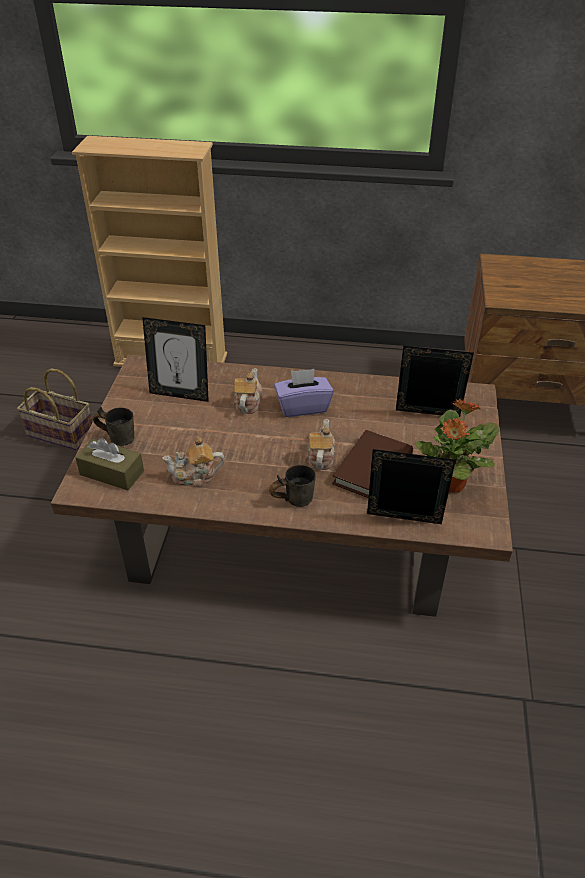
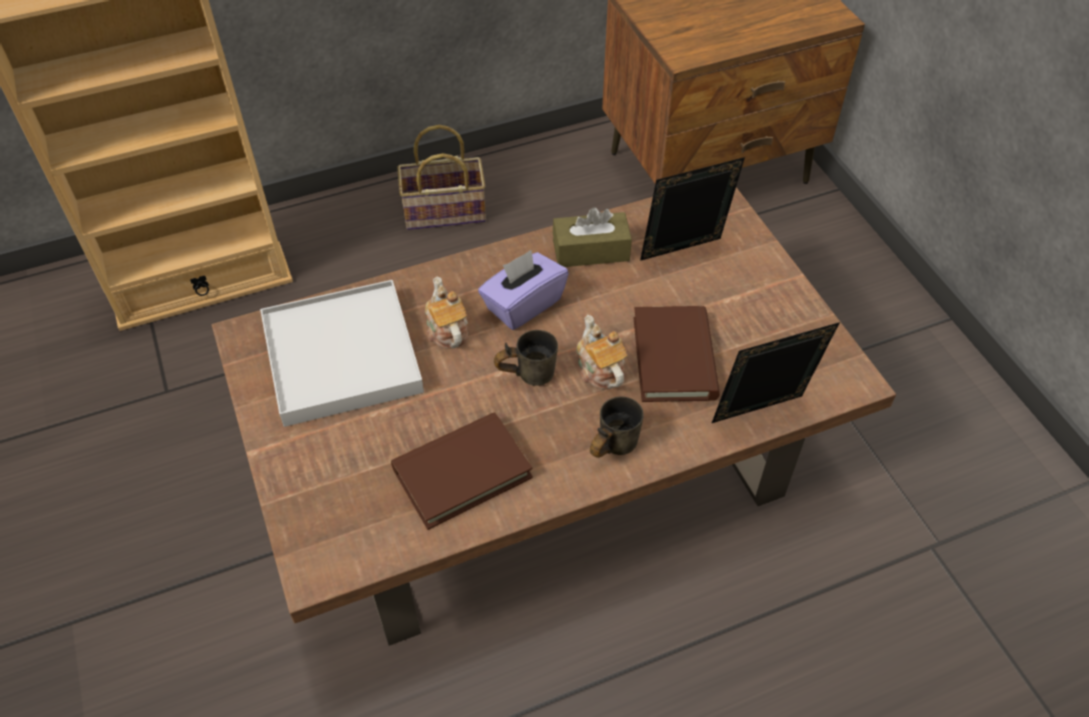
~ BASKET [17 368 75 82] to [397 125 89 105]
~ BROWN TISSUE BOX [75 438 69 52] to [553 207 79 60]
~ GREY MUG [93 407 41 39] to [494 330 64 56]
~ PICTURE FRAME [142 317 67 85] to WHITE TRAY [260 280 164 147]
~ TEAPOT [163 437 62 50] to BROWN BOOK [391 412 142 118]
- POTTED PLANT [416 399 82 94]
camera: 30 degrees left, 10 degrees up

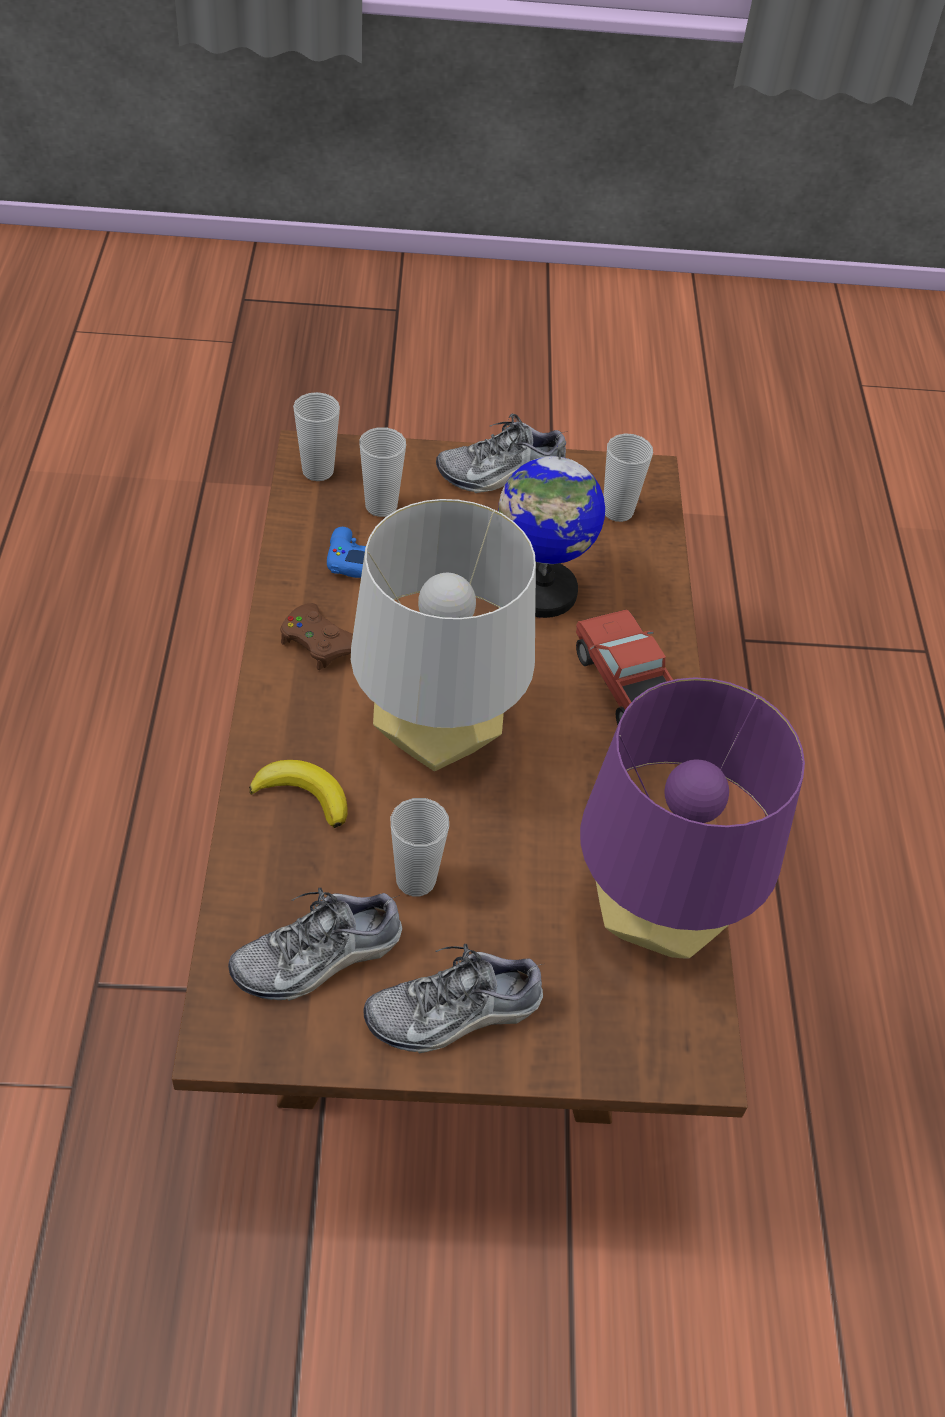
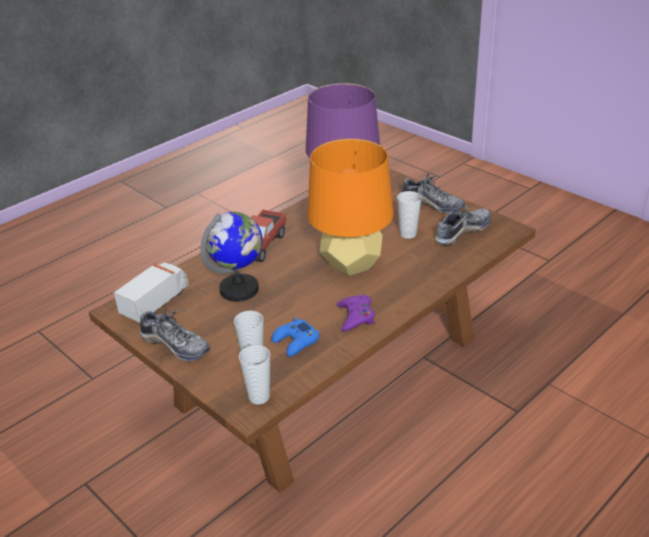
~ SHOE [228 888 174 113] = [435 201 56 44] 60 degrees counterclockwise
- BANANA [249 760 99 68]
~ BROWN GAME CONTROLLER [280 603 73 67] to PURPLE GAME CONTROLLER [337 295 38 36]
~ GREY TABLE LAMP [351 499 185 272] to ORANGE TABLE LAMP [307 139 87 137]
~ CUP [603 433 50 89] to TOY TRUCK [114 263 75 60]
camera: 130 degrees left, 15 degrees down

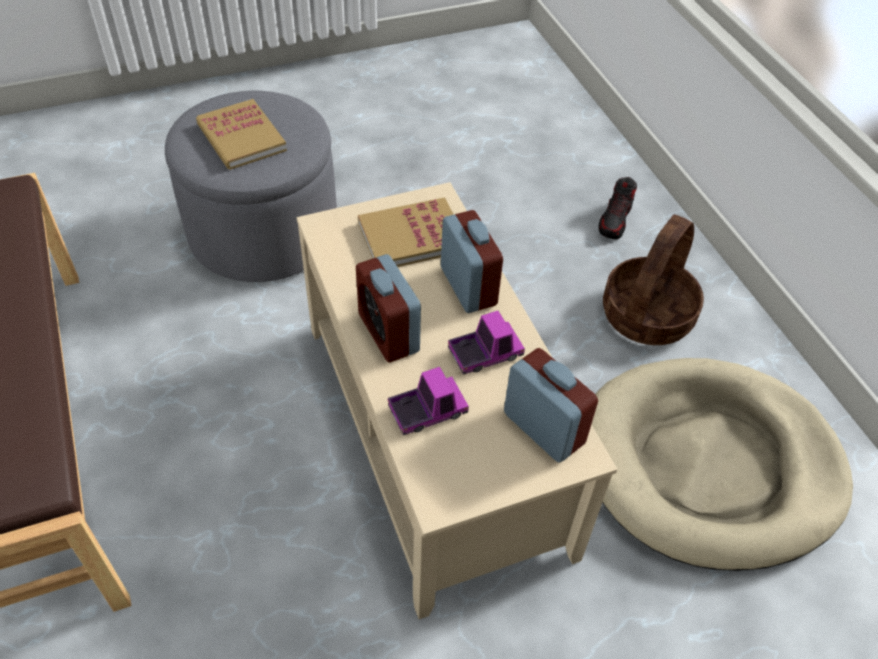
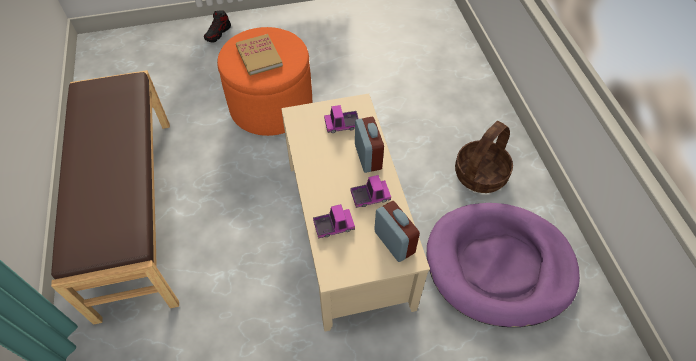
~ GREY OTTOMAN [165 90 172 192] to ORANGE OTTOMAN [217 27 95 109]
- ALARM CLOCK [356 254 65 109]
~ BOOK [358 197 96 70] to TOY TRUCK [324 105 34 28]
~ BEIGE DOG BED [591 358 262 213] to PURPLE DOG BED [427 203 153 124]
~ SHOE [598 177 39 63] to [204 10 27 33]
camera: 10 degrees right, 5 degrees up

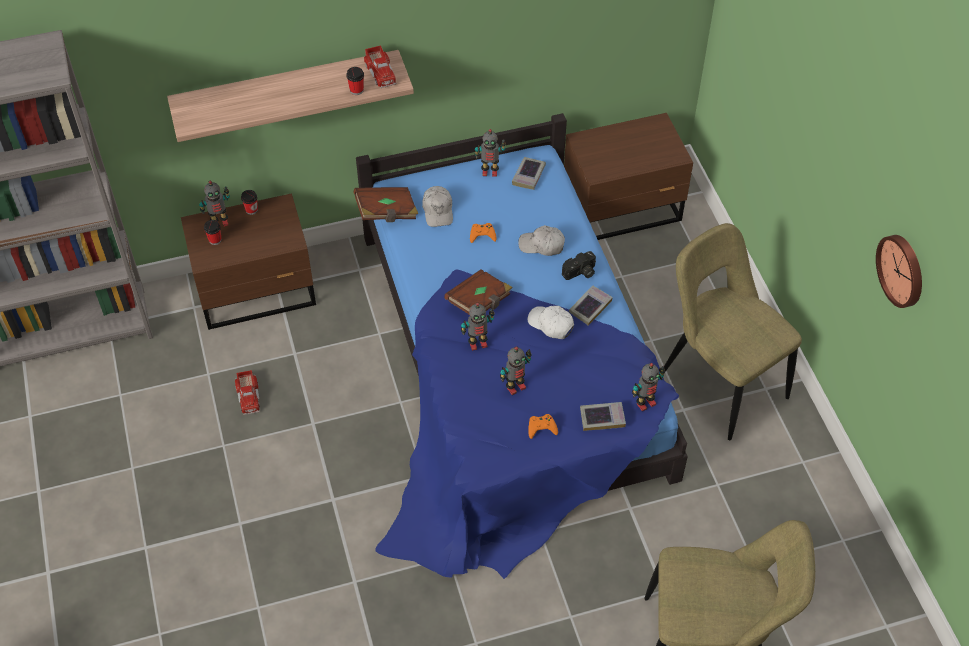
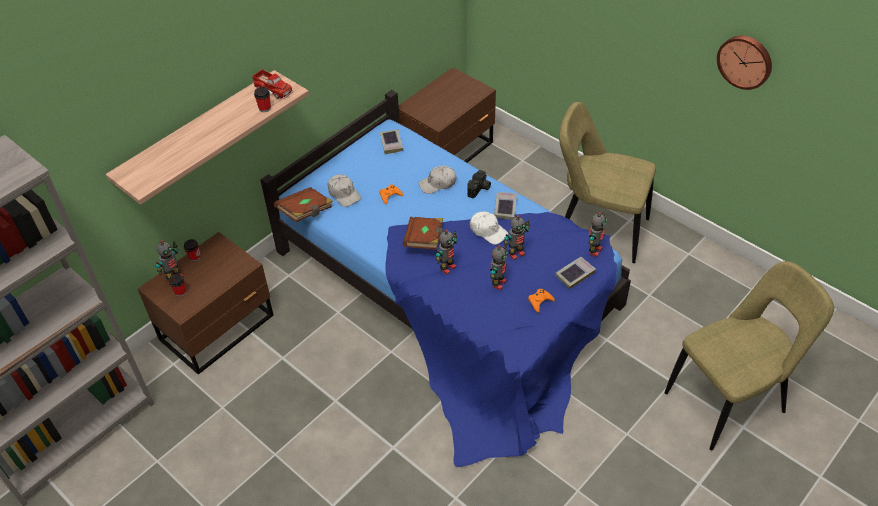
- TOY TRUCK [235 370 25 45]
~ TOY ROBOT [475 129 31 48] to [504 215 26 45]
~ WHITE CAP [527 306 47 33] = [470 211 38 34] 150 degrees counterclockwise
camera: 30 degrees left, 5 degrees down

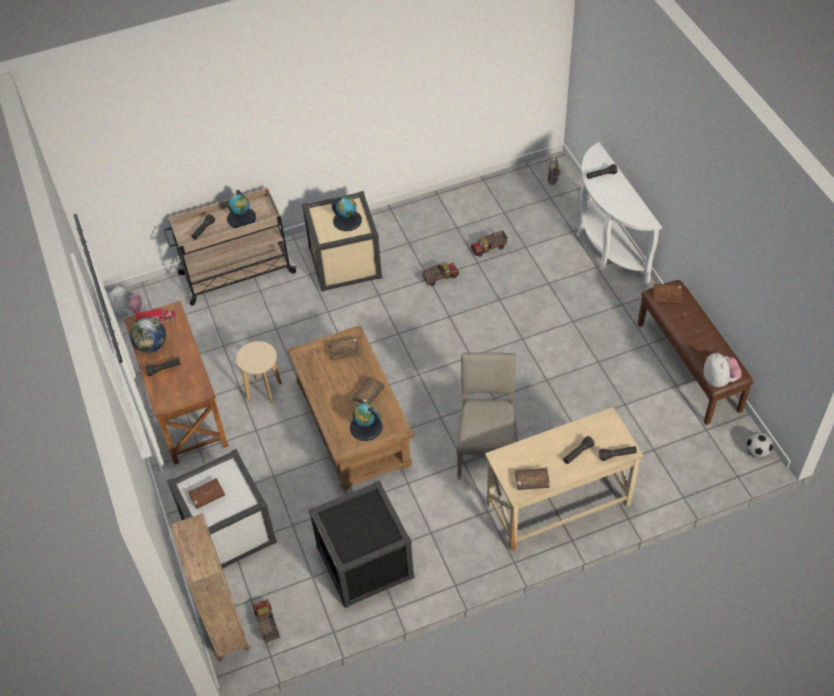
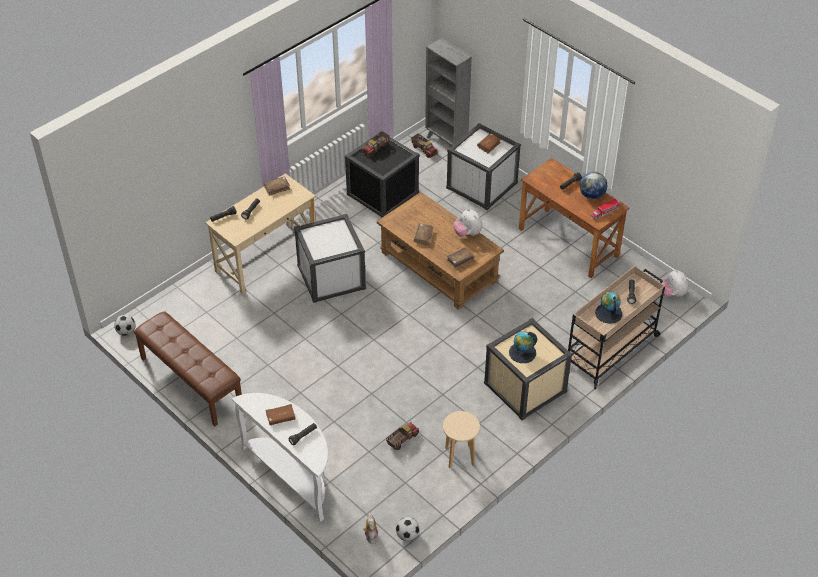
~ BROWN BOOKCASE [170 513 81 149] to GREY BOOKCASE [425 38 47 109]
~ BEIGE STOOL [236 341 46 64] to [443 411 37 57]
- GLOBE [350 403 33 38]
~ TOY TRUCK [421 263 38 23] to [362 131 28 26]
~ BEIGE CHAIR [456 352 62 128] to WHITE STORAGE BOX [294 214 72 89]
~ BROWN BOOK [653 284 29 19] to [265 404 30 21]
~ PLUSH TOY [704 353 38 35] to [453 209 29 28]
+ FOOTBALL [396 517 24 24]
camera: 155 degrees right, 5 degrees down

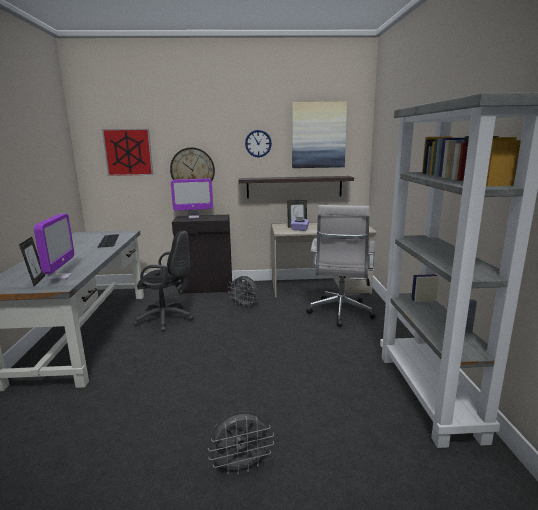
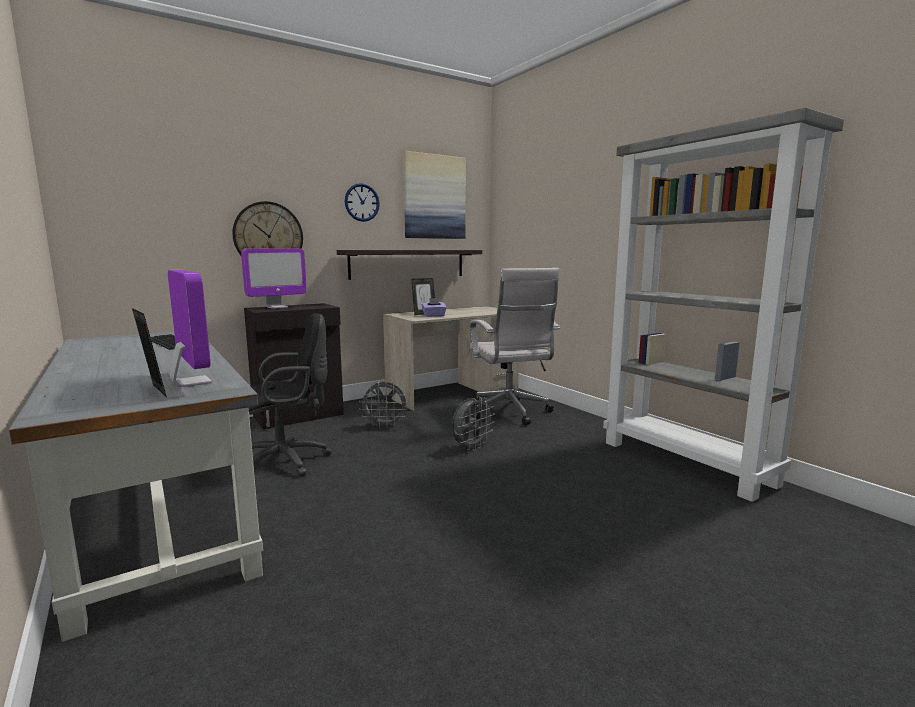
- PICTURE [102 129 51 47]
~ GREY FAN [208 411 66 64] to [452 397 43 54]
camera: 30 degrees left, 5 degrees down

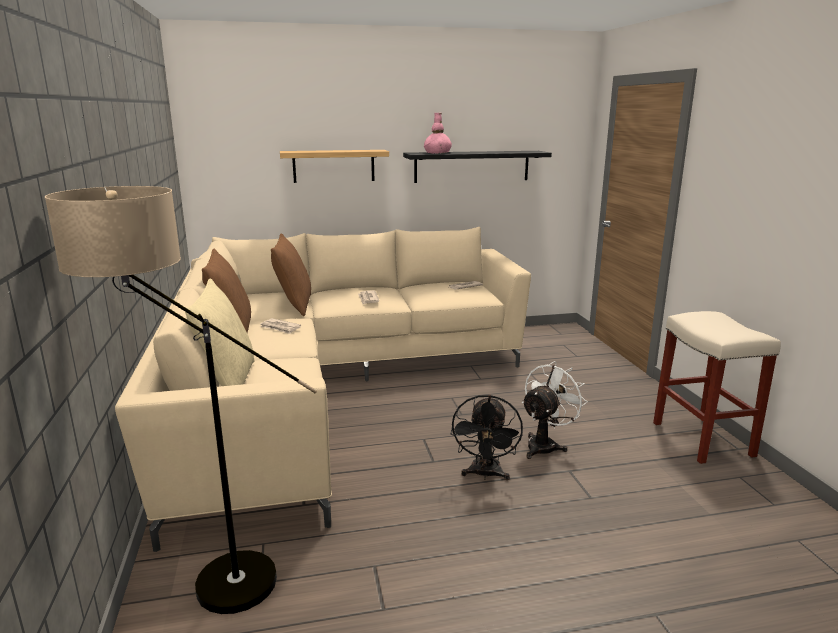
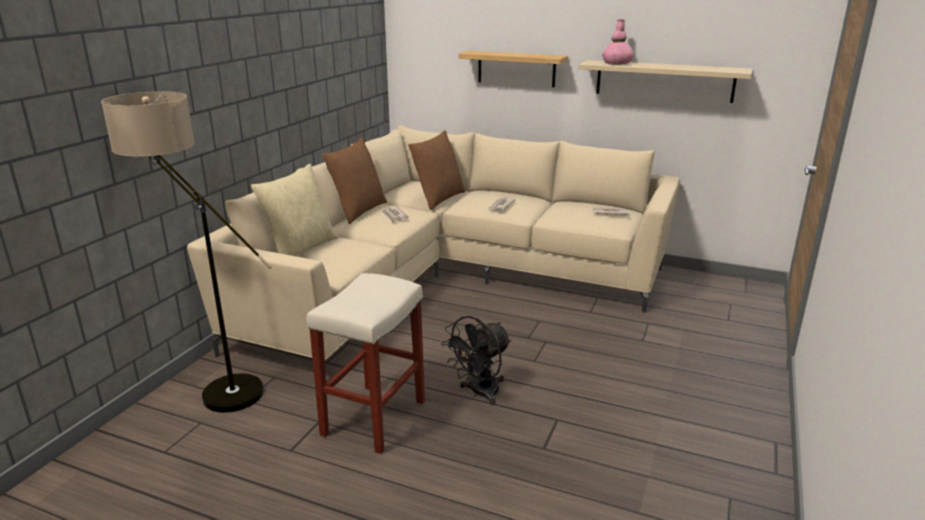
~ BLACK SHELF [403 151 149 32] to BEIGE SHELF [579 60 173 43]
- WHITE FAN [522 361 65 98]
~ BEIGE STOOL [653 311 128 153] to [307 273 118 181]
camera: 35 degrees right, 5 degrees up

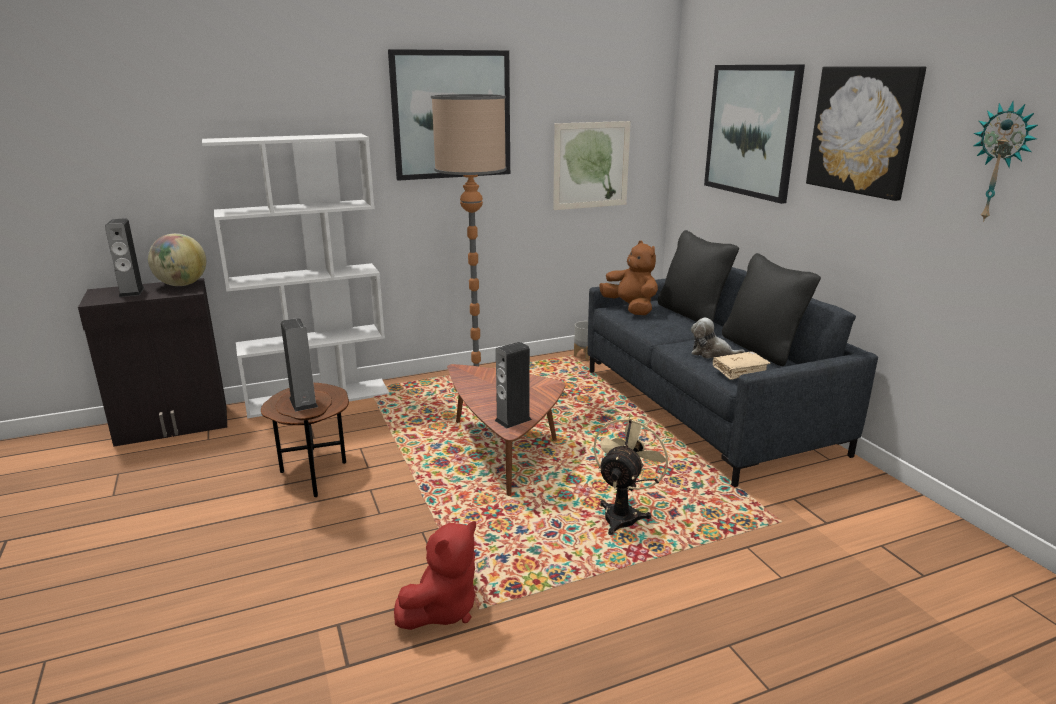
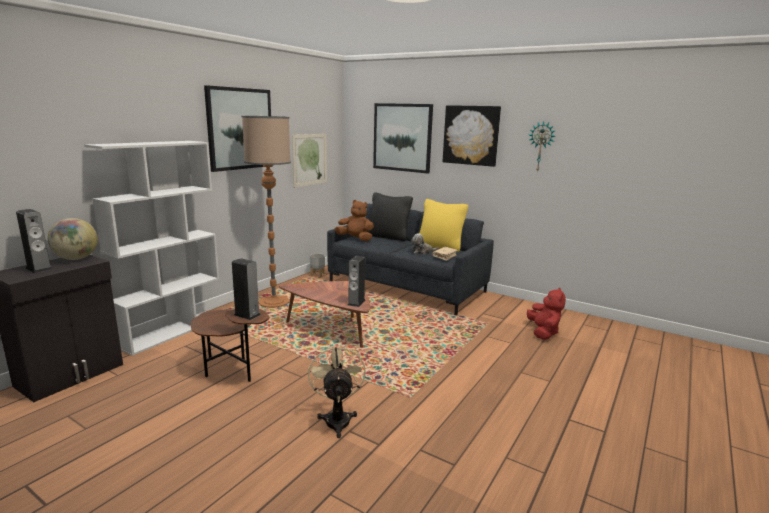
~ RED PLUSH TOY [394 521 82 109] to [527 287 39 53]
~ BEIGE FAN [593 413 79 122] to [308 343 58 95]
~ BLACK PILLOW [722 253 99 113] to YELLOW PILLOW [419 199 49 53]
camera: 35 degrees left, 5 degrees down

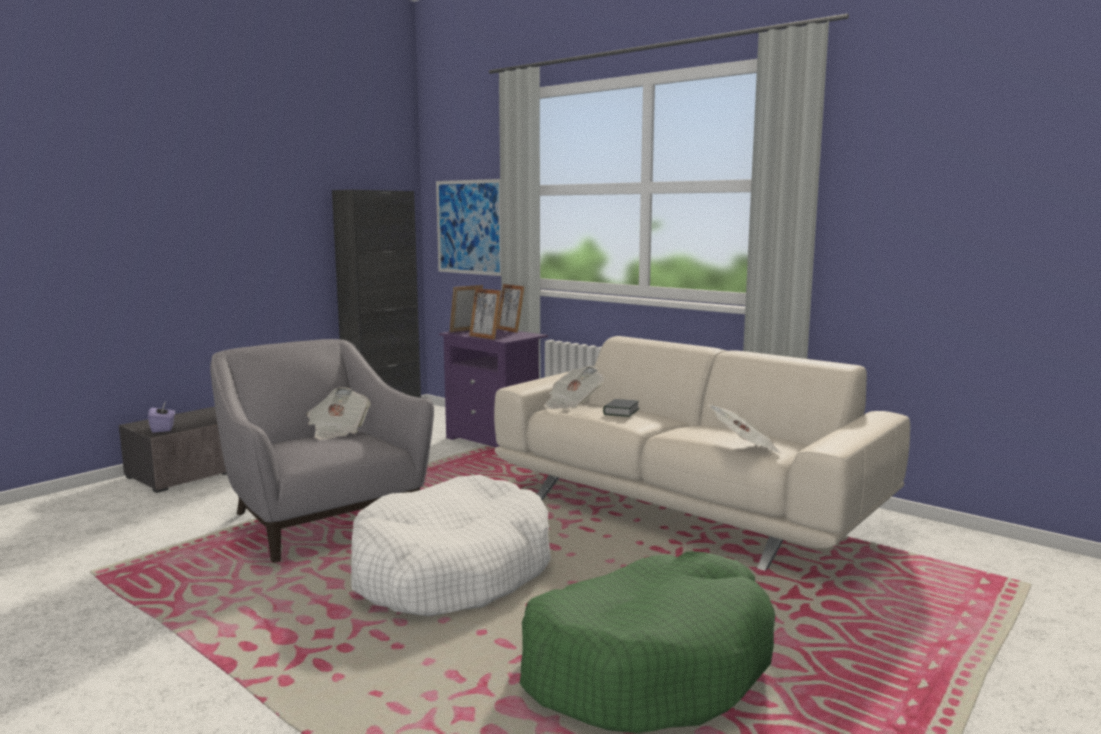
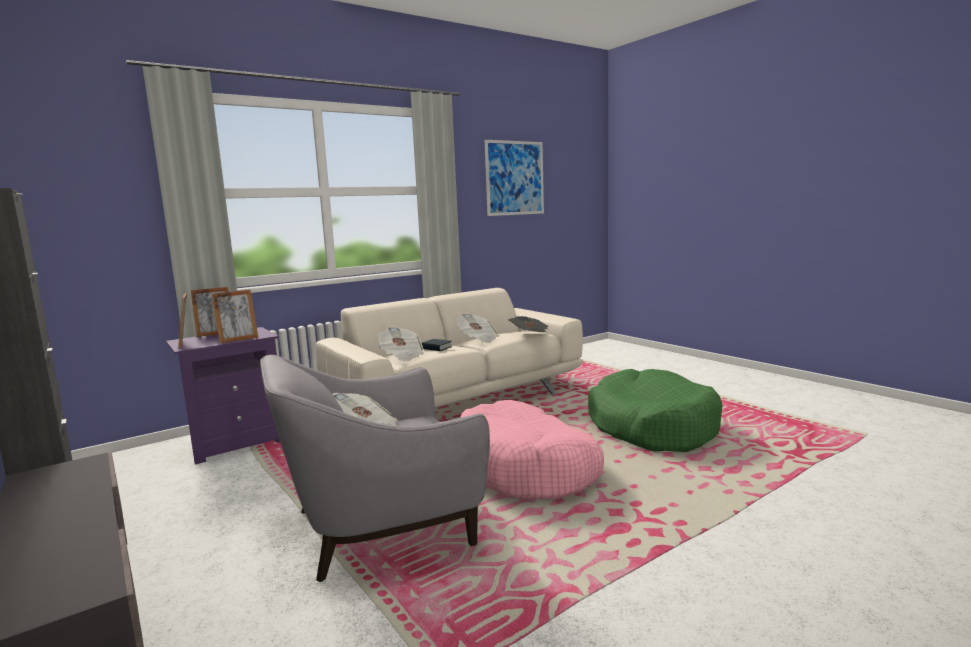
- PURPLE TISSUE BOX [148 401 27 32]
~ WHITE DOG BED [351 475 200 142] to PINK DOG BED [460 400 144 99]
~ PICTURE [436 179 65 97] to [485 140 59 76]
+ NEWSPAPER [456 313 43 30]
camera: 75 degrees left, 0 degrees up

